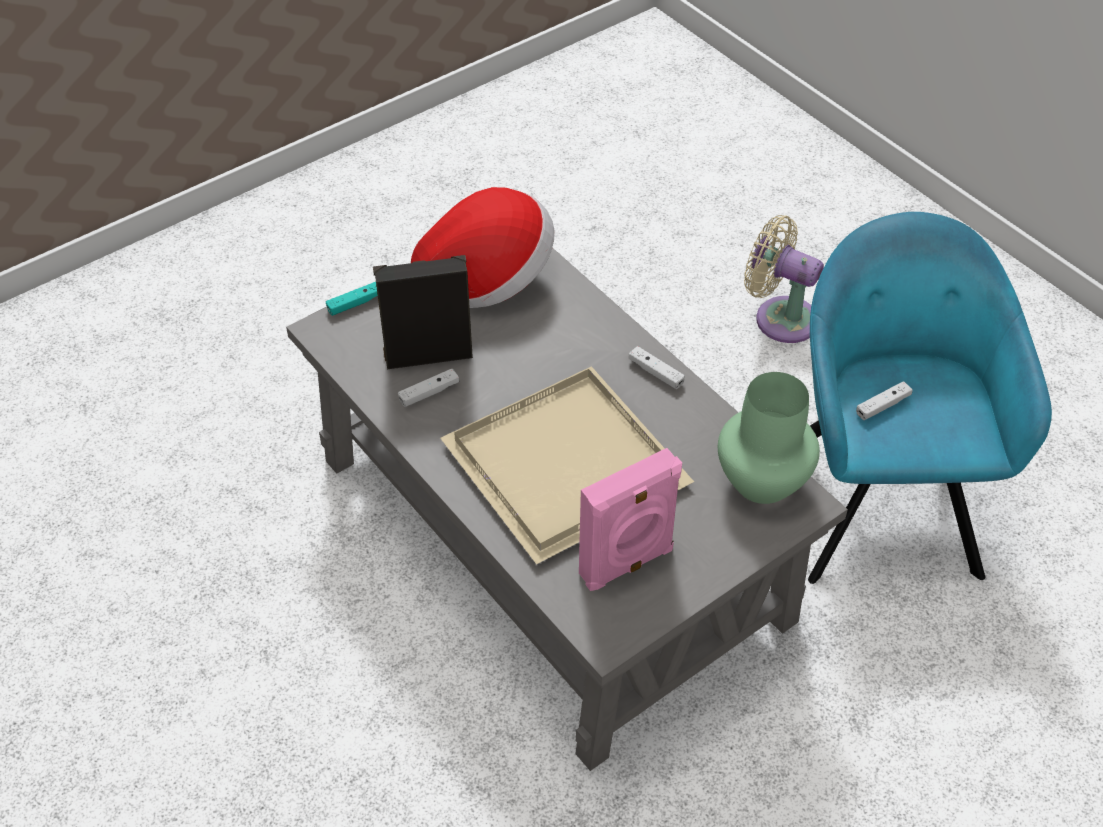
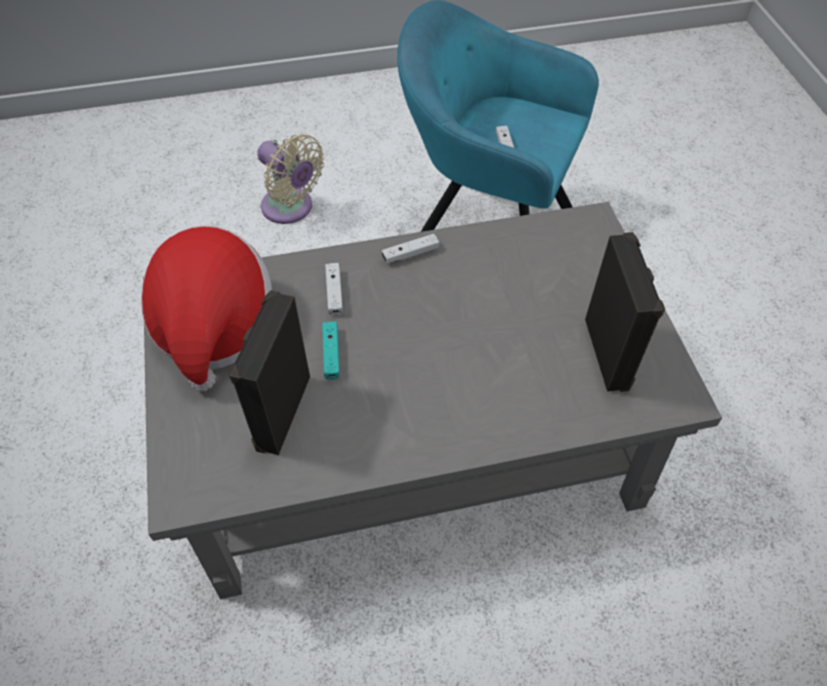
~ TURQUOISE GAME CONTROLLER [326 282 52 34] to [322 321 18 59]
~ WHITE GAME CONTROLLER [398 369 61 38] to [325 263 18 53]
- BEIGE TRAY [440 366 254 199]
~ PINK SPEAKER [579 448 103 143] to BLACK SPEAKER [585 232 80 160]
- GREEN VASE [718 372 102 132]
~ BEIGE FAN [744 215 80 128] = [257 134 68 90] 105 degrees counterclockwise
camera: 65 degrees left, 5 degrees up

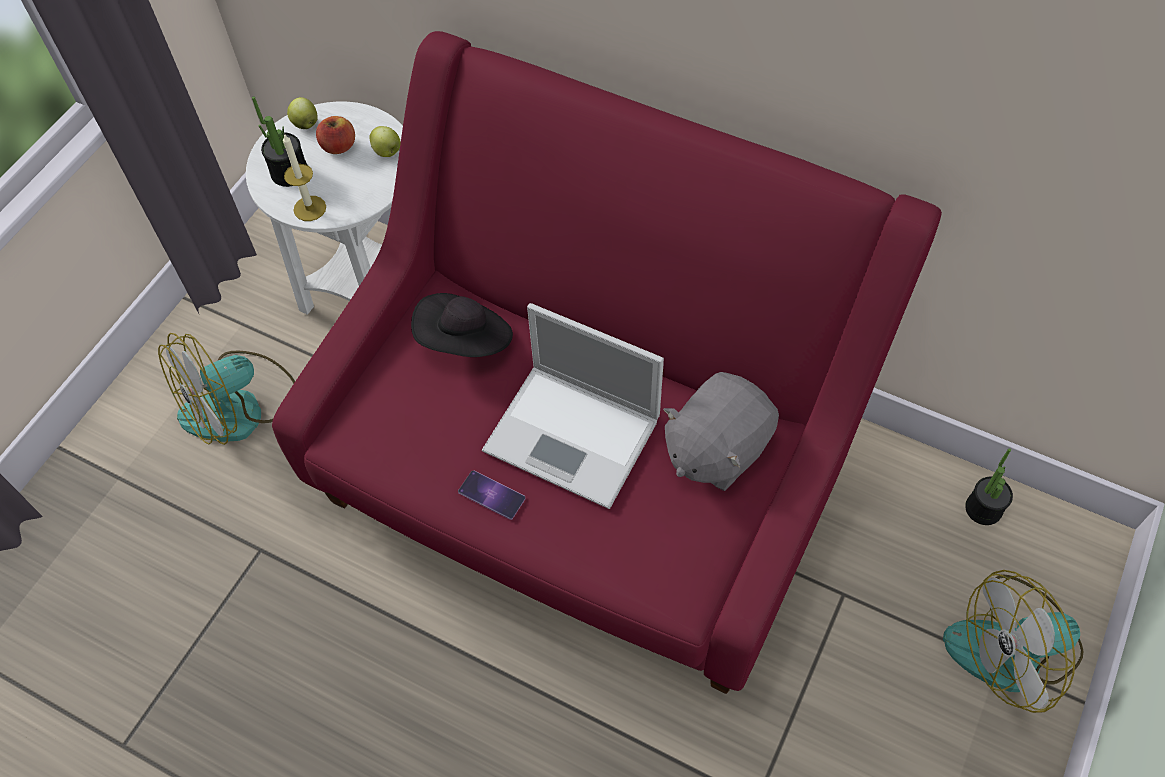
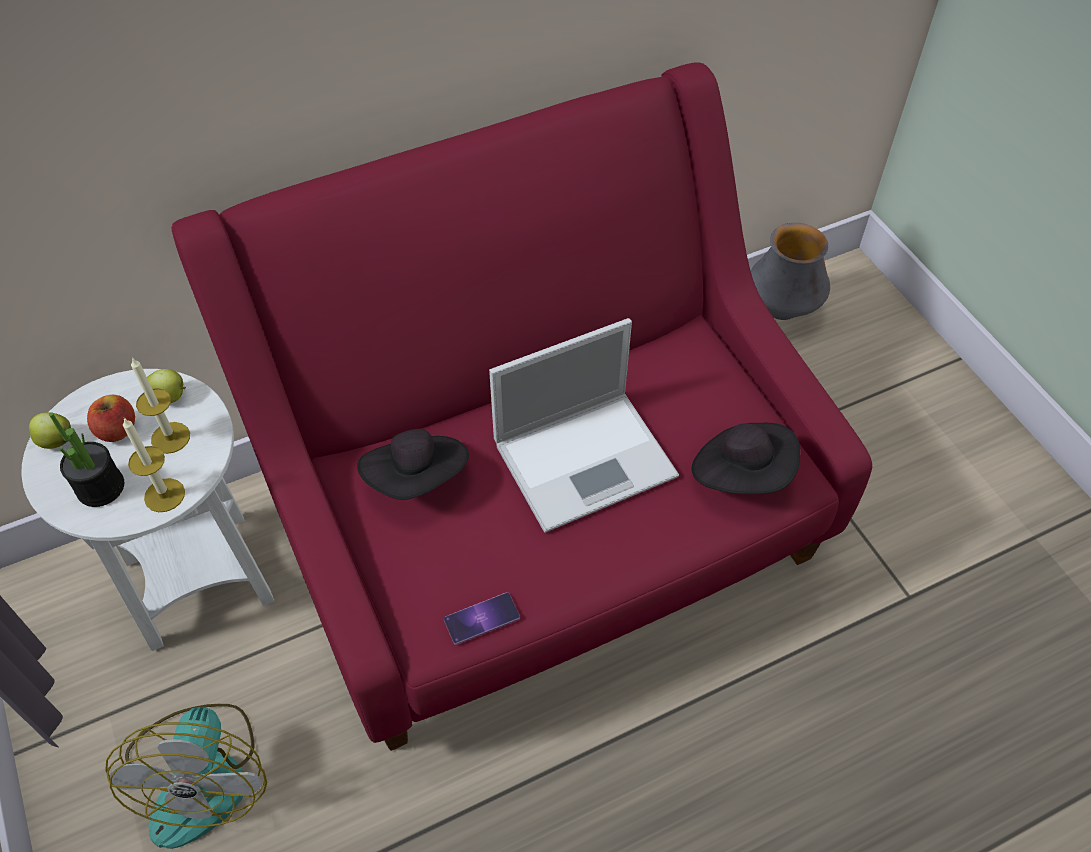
~ PHONE [458 470 68 50] to [444 592 76 53]
- GREY PLUSH TOY [663 372 116 119]
- FAN [943 570 141 143]
~ POTTED PLANT [965 448 48 77] to VASE [751 223 79 97]
+ CANDLE [131 357 59 97]
+ BLACK HAT [691 423 109 71]
camera: 55 degrees left, 5 degrees down

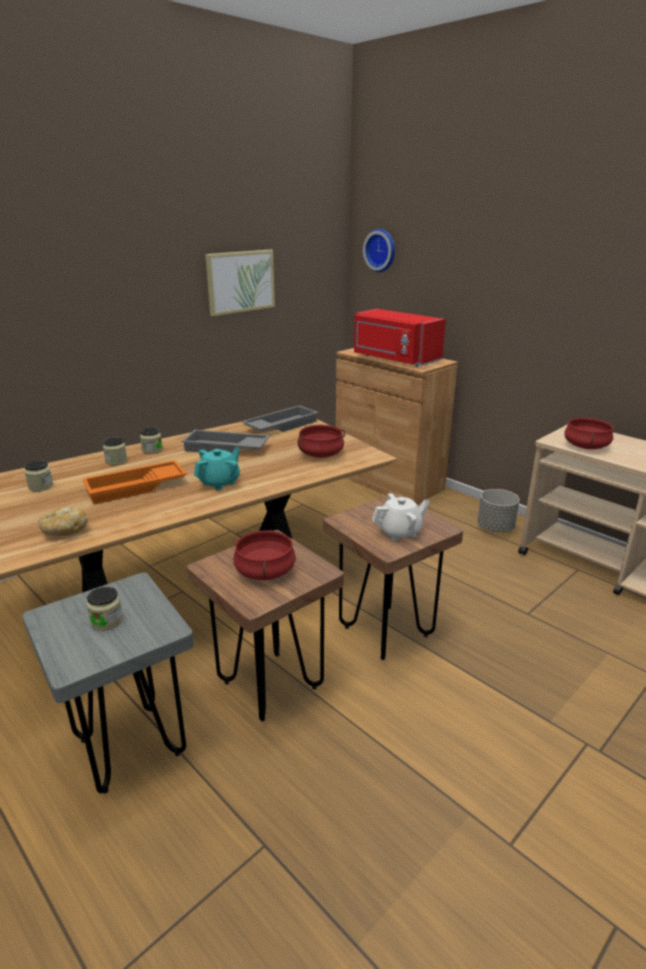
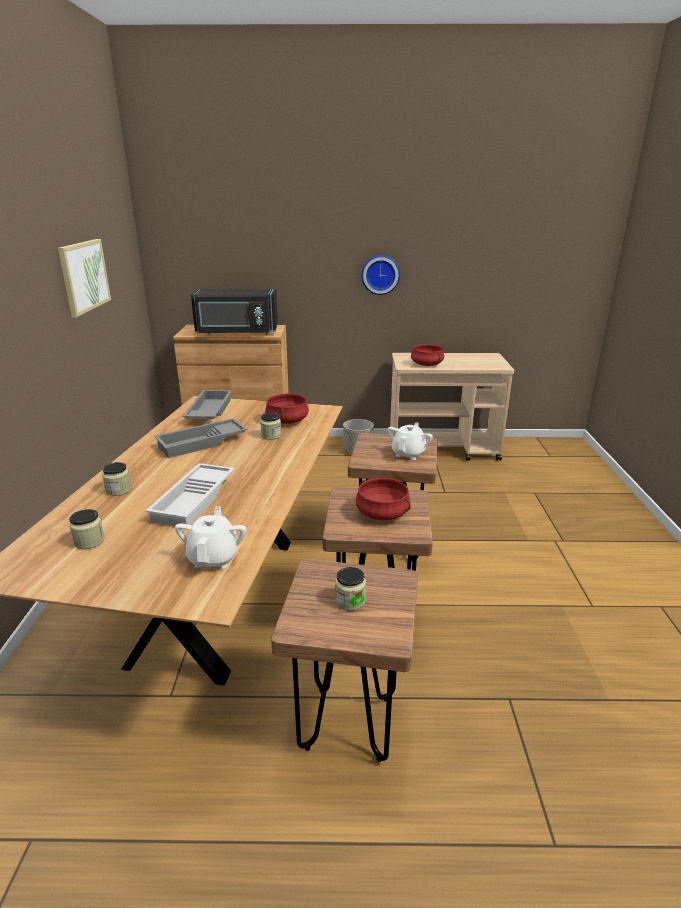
~ GREY STOOL [22 572 172 222] to BROWN STOOL [271 559 147 203]
~ BREAD [38 507 50 29] to WHITE TEAPOT [175 507 72 62]
~ ORANGE TRAY [83 460 104 45] to WHITE TRAY [145 463 90 63]
~ JAR [140 427 23 27] to [260 413 21 27]
- TURQUOISE TEAPOT [194 448 46 42]
~ RED MICROWAVE [354 309 92 58] to BLACK MICROWAVE [191 289 87 46]
~ WALL CLOCK [363 229 32 43] to [361 255 39 40]
camera: 45 degrees left, 0 degrees up

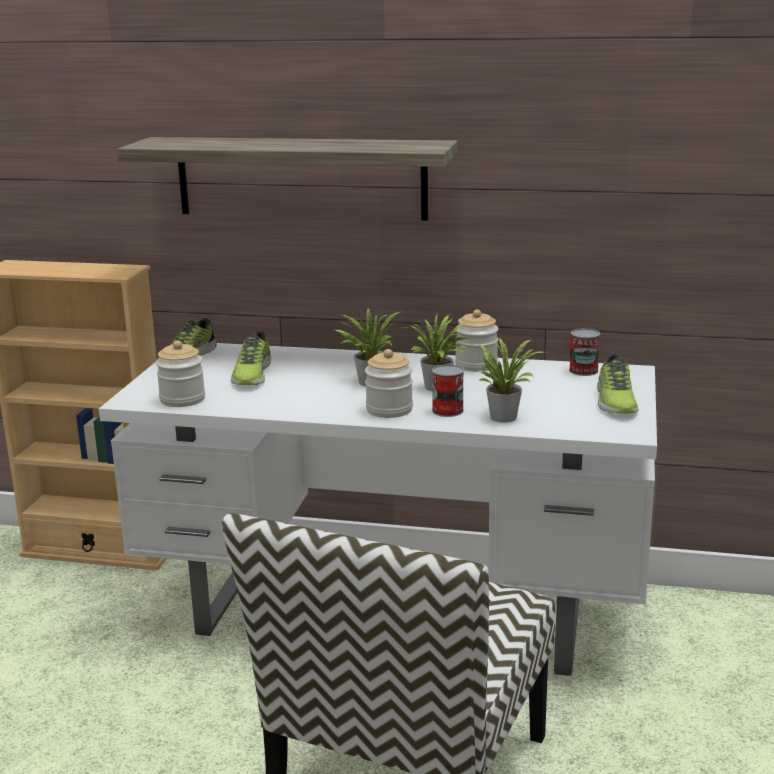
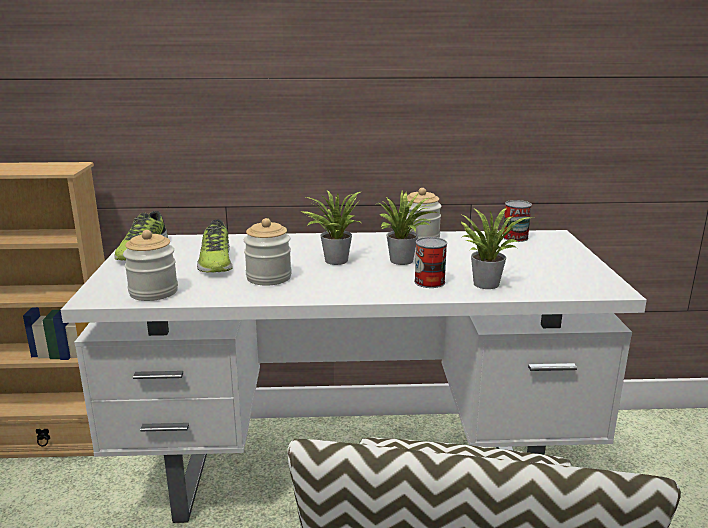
- SHELF [117 137 341 84]
~ JAR [365 349 48 69] to [244 218 48 68]
- SHOE [597 354 41 60]
camera: 15 degrees left, 0 degrees up

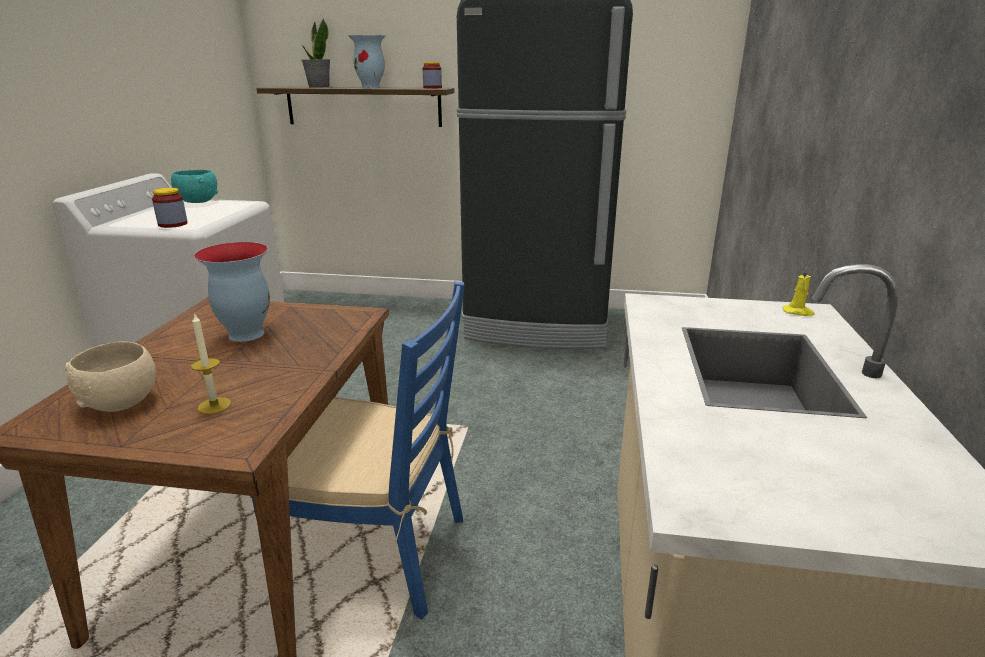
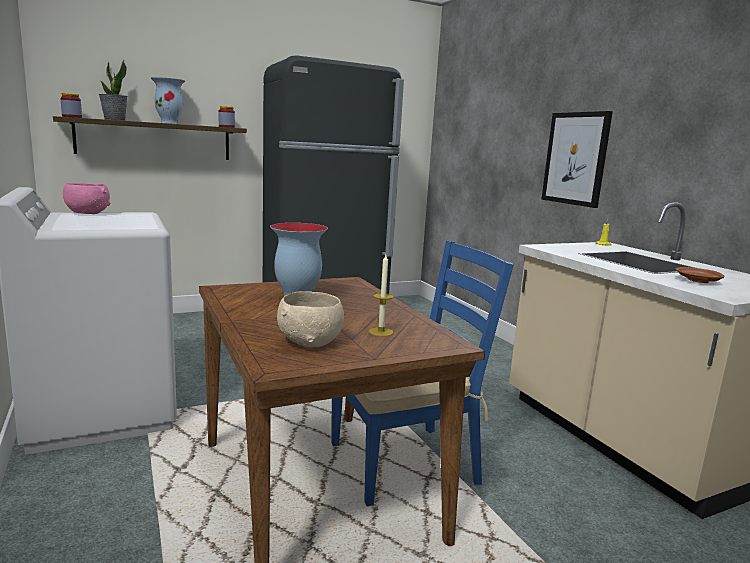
~ JAR [152 188 36 40] to [61 93 21 25]
~ TURQUOISE BOWL [171 170 47 33] to PINK BOWL [63 183 48 31]
+ PICTURE [541 111 72 97]
+ BROWN PLATE [675 267 49 16]
camera: 35 degrees left, 10 degrees down

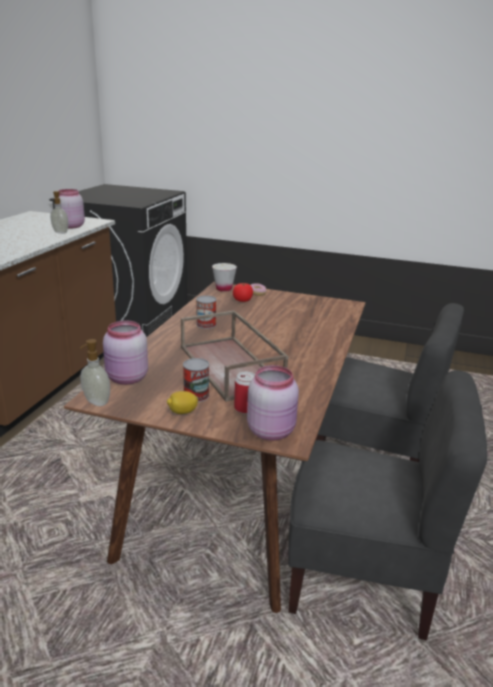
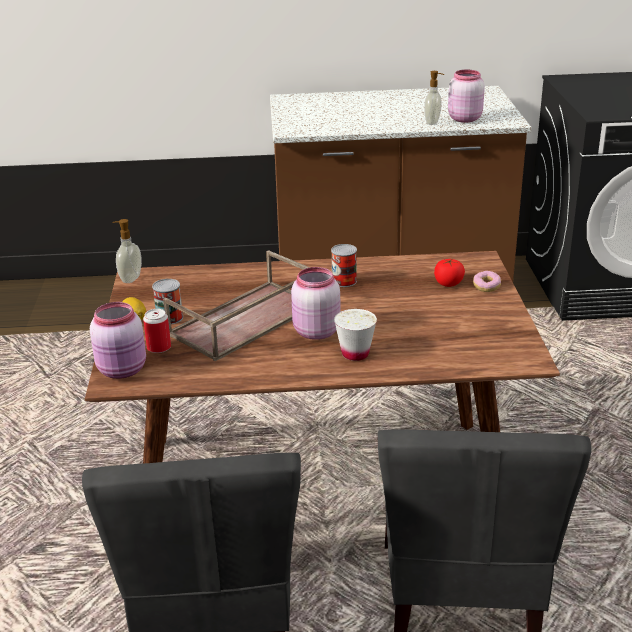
~ PINK JAR [103 321 45 64] to [291 267 49 73]
~ WHITE CUP [212 263 25 29] to [334 309 43 52]
camera: 70 degrees right, 5 degrees up

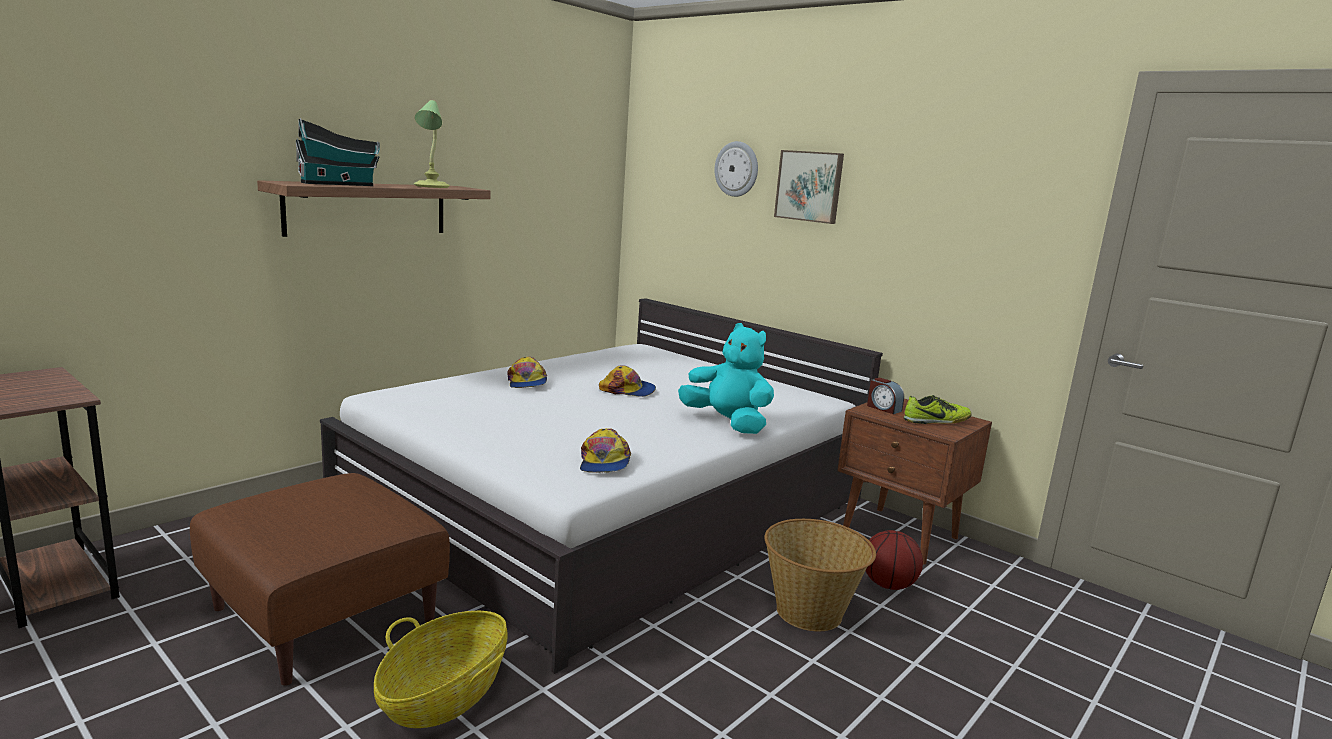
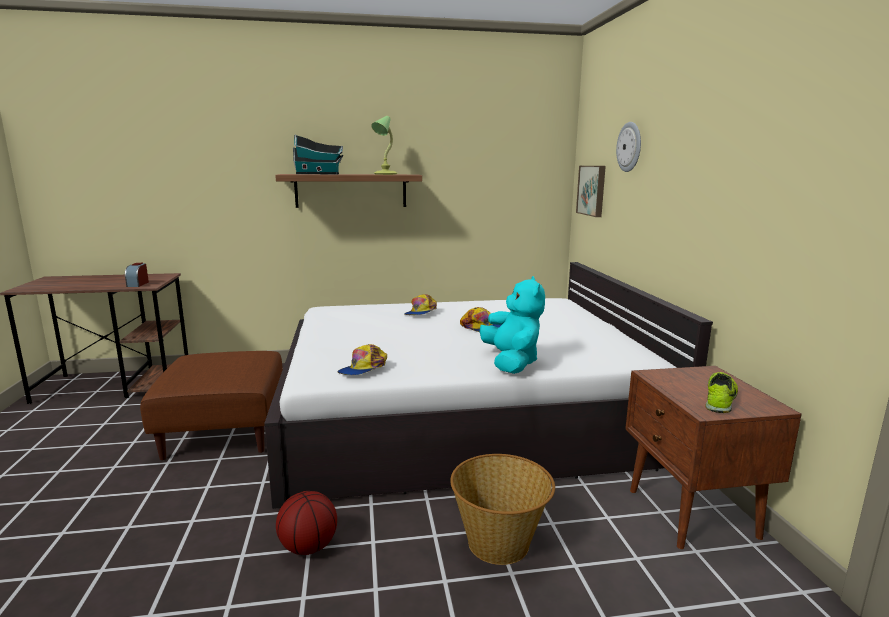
- BASKET [374 611 134 117]
~ PICTURE [774 150 70 74] to [576 166 30 51]
~ BASKETBALL [866 530 57 60] to [276 491 61 64]
~ ALARM CLOCK [867 377 37 37] to [125 263 24 24]
~ SHOE [904 395 68 29] = [705 372 33 41] 90 degrees counterclockwise
camera: 40 degrees right, 0 degrees up

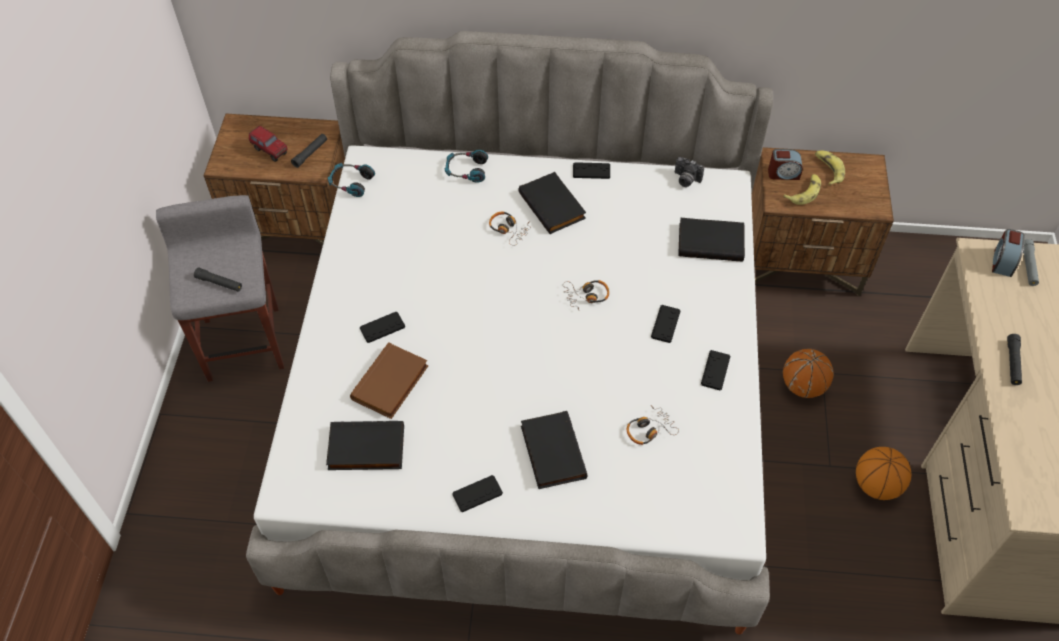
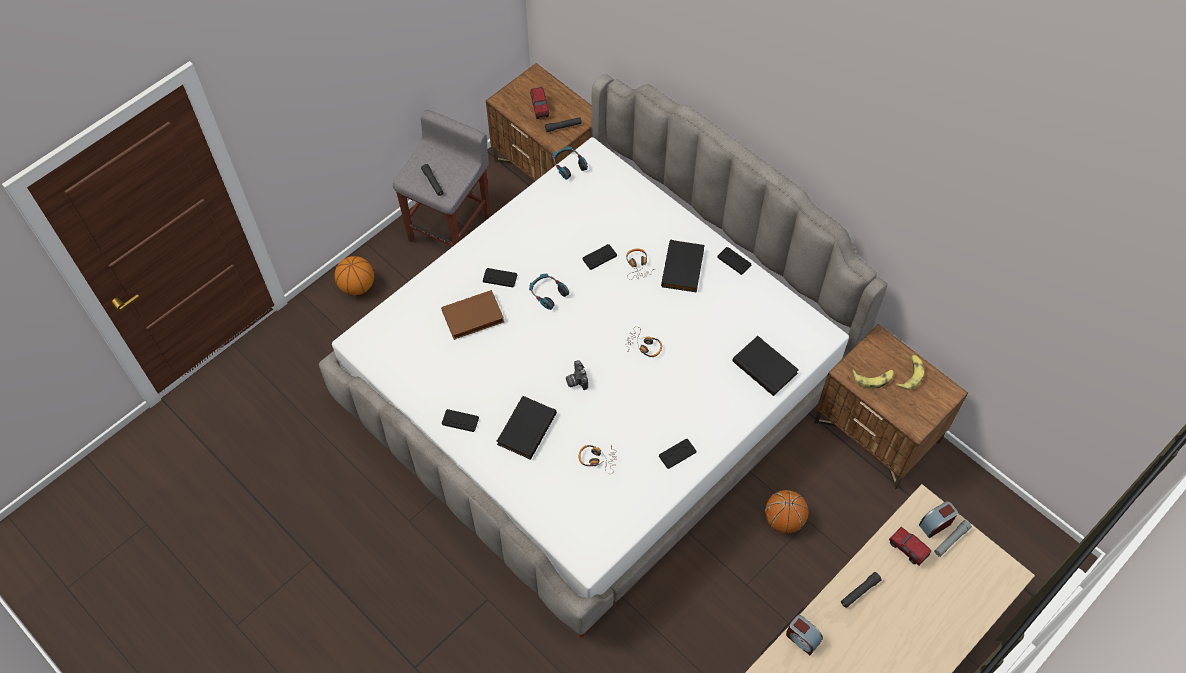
- BLACK BOOK [326 421 78 49]
~ HEADPHONES [445 150 43 33] to [529 274 40 36]
~ BLACK GAME CONTROLLER [651 305 30 38] to [582 244 35 26]
~ PHOTO CAMERA [675 157 29 30] to [566 360 22 30]
~ ALARM CLOCK [768 149 35 31] to [786 615 37 40]
~ BASKETBALL [856 447 56 53] to [335 256 39 39]
+ TOY TRUCK [889 527 42 39]
camera: 40 degrees right, 5 degrees up

